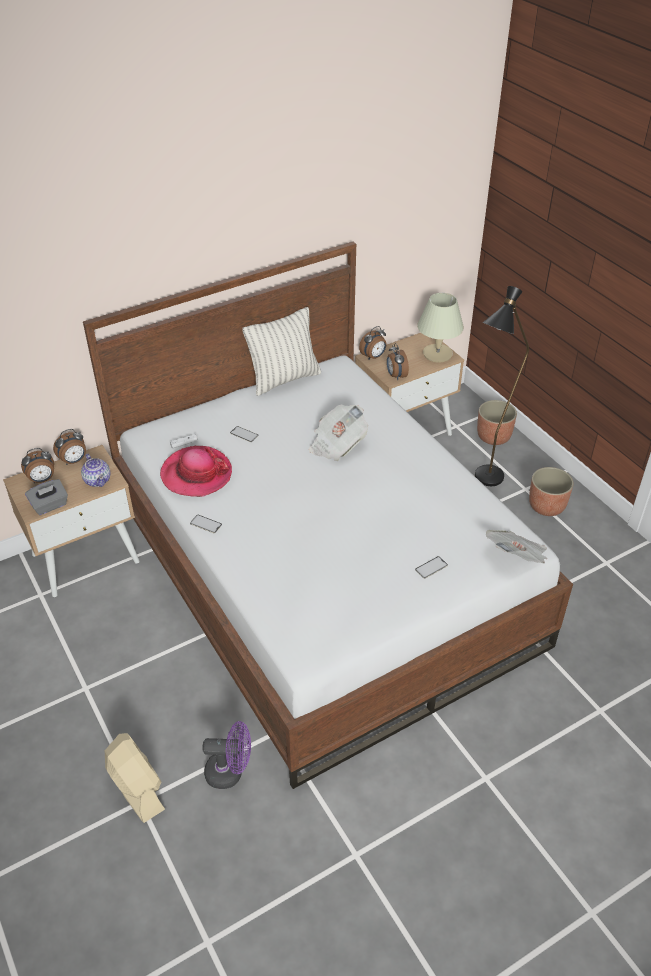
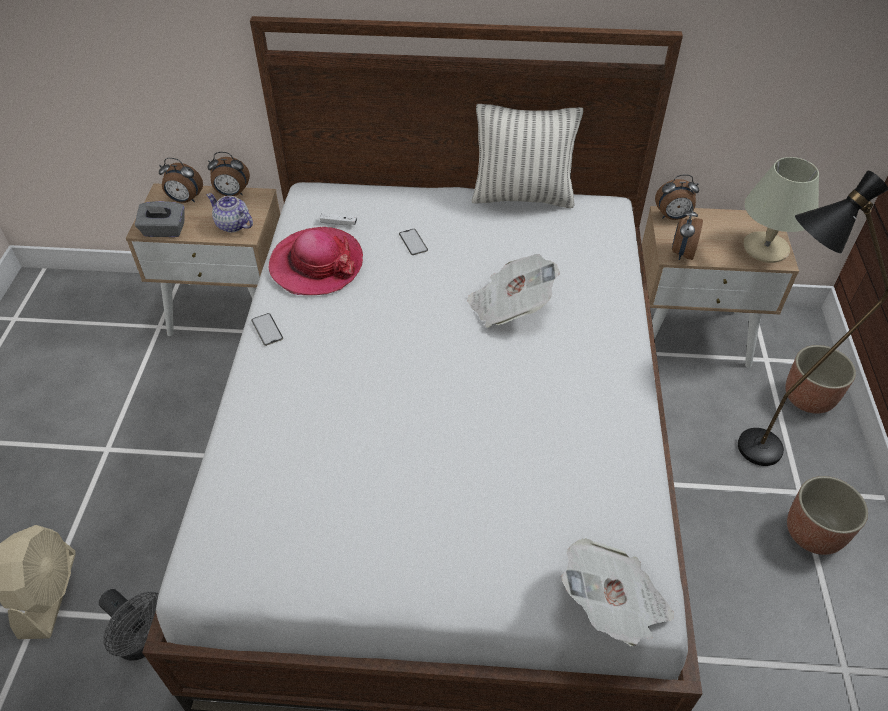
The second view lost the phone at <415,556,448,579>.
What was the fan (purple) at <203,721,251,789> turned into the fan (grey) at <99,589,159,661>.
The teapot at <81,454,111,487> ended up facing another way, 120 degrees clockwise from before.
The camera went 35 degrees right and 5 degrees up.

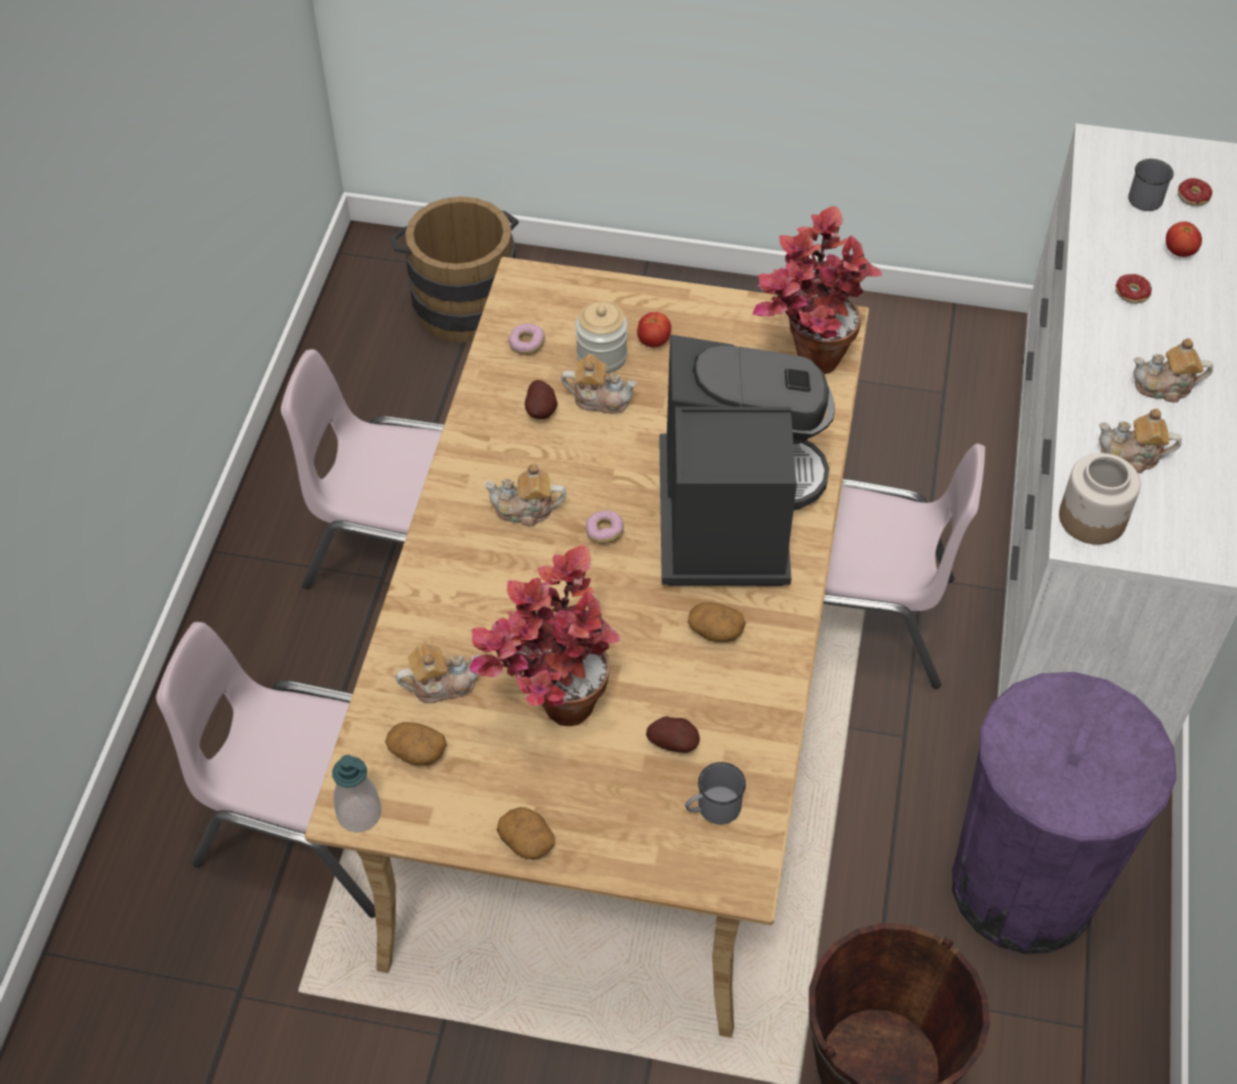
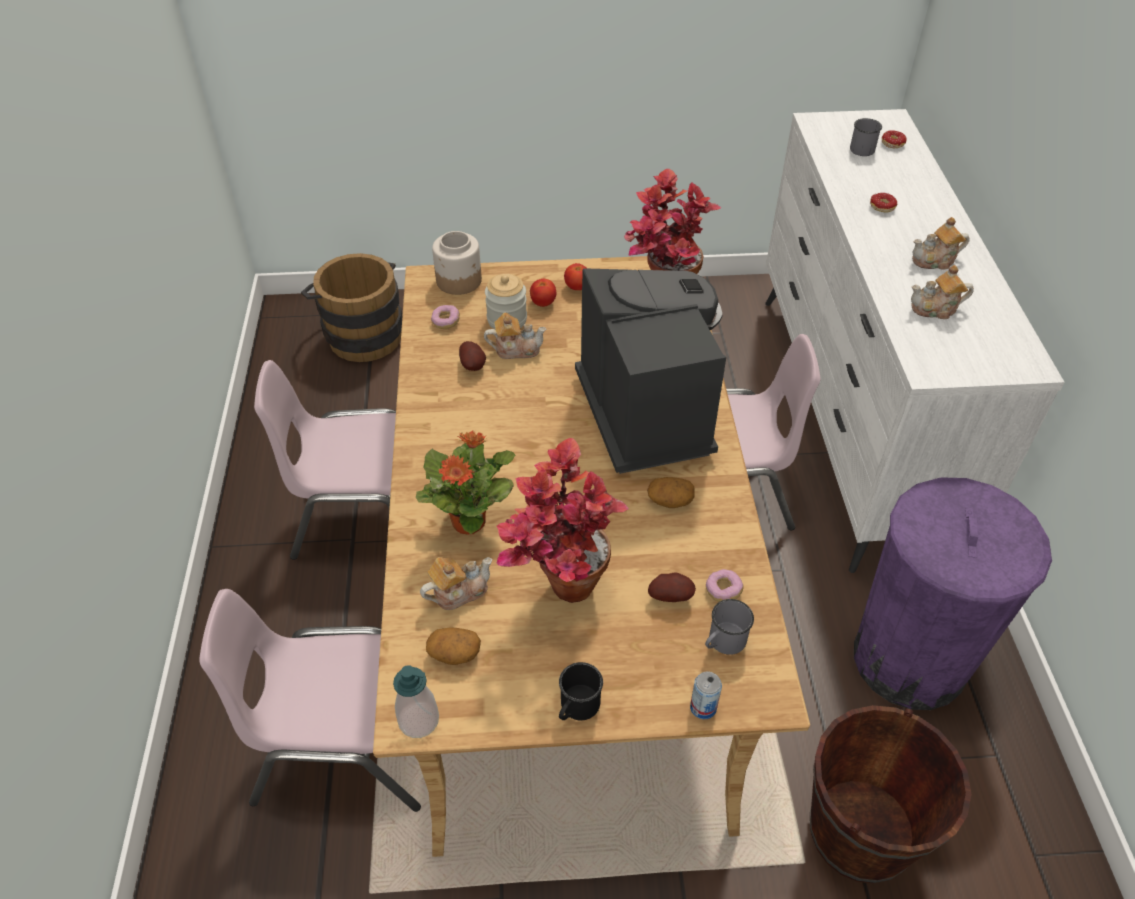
The second view lost the teapot at <484,464,566,526>.
The second view gained the potted plant at <416,431,515,534>.
The second view gained the can at <690,671,722,719>.
The donut ended up elsewhere, having gone from <586,510,624,544> to <706,569,744,602>.
The jar ended up elsewhere, having gone from <1059,453,1141,545> to <432,231,482,295>.
The tomato ended up elsewhere, having gone from <1166,221,1202,257> to <564,263,587,290>.
Where the potato stood at <497,807,555,859>, the mug (black) came to stand at <559,662,603,720>.
The camera went 15 degrees left and 5 degrees down.

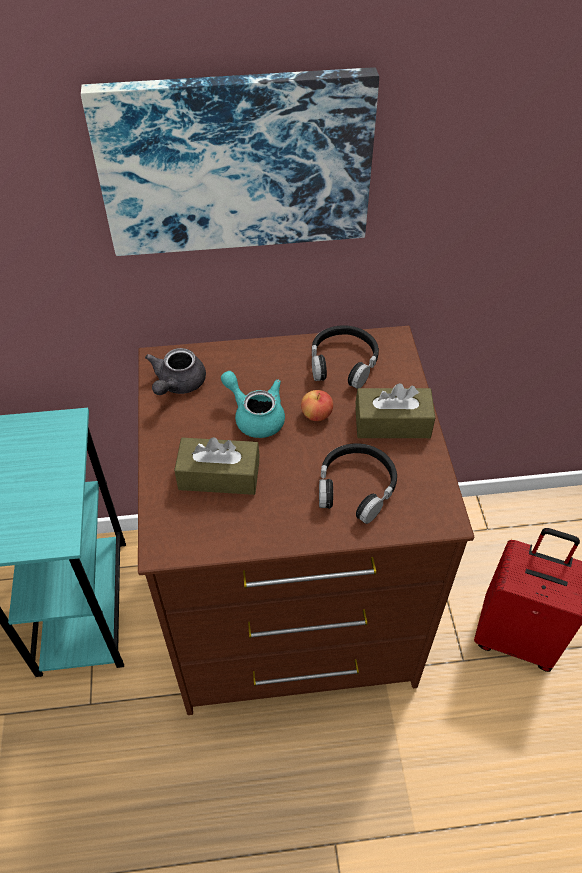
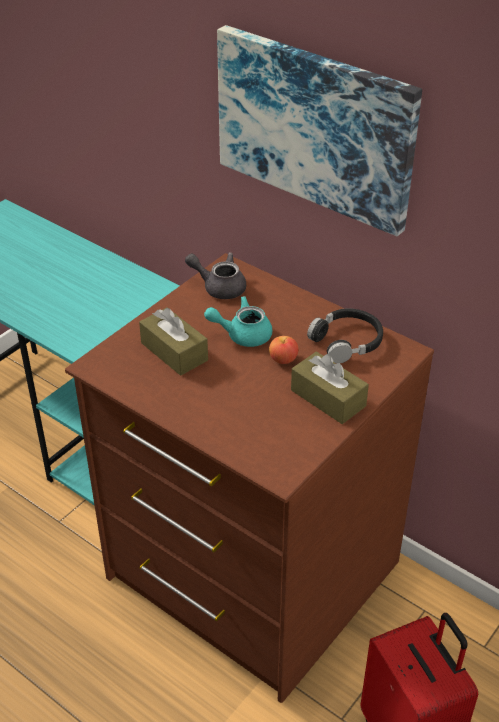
The second view lost the headphones (black) at <319,443,397,524>.
The teapot (grey) at <145,348,206,395> ended up facing another way, 45 degrees clockwise from before.
The teapot (turquoise) at <221,371,285,438> ended up facing another way, 90 degrees counterclockwise from before.
The camera went 45 degrees right and 10 degrees down.

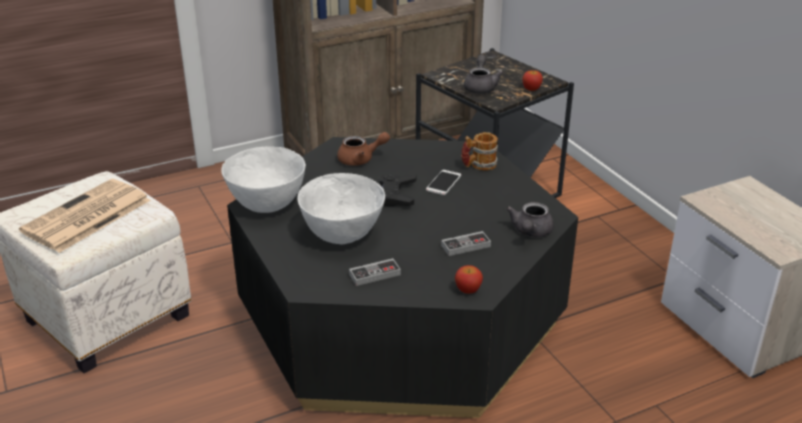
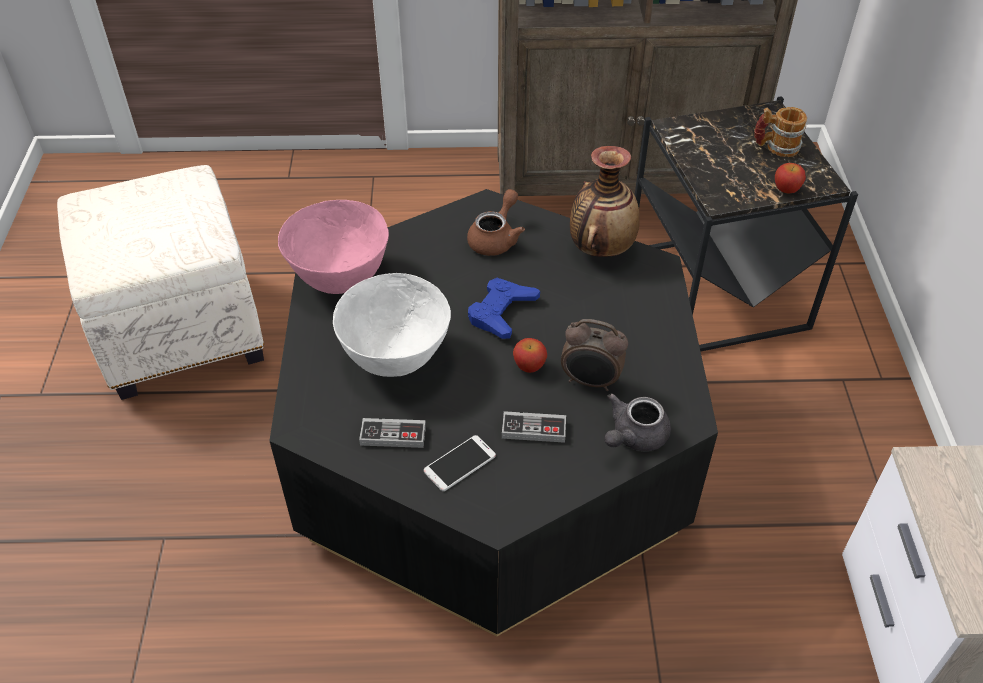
The second view lost the newspaper at <19,179,151,253>.
The second view lost the teapot (grey) at <464,55,504,94>.
The second view gained the alarm clock at <561,319,628,391>.
The second view gained the vase at <570,146,640,257>.
The phone ended up elsewhere, having gone from <426,170,461,195> to <424,435,496,491>.
The apple ended up elsewhere, having gone from <455,265,483,294> to <513,338,547,373>.
The mug ended up elsewhere, having gone from <461,132,498,171> to <754,107,807,157>.
What was the bowl (white) at <221,146,306,213> turned into the bowl (pink) at <278,200,389,294>.
What was the game controller (black) at <378,174,417,206> turned into the game controller (blue) at <468,278,540,339>.
The teapot (brown) at <337,132,390,166> ended up facing another way, 75 degrees counterclockwise from before.
The camera went 25 degrees right and 15 degrees up.

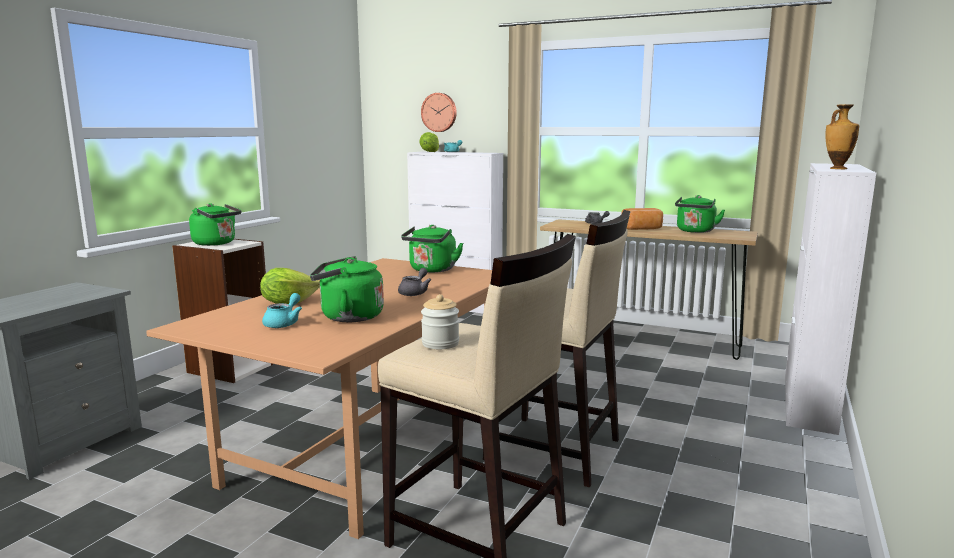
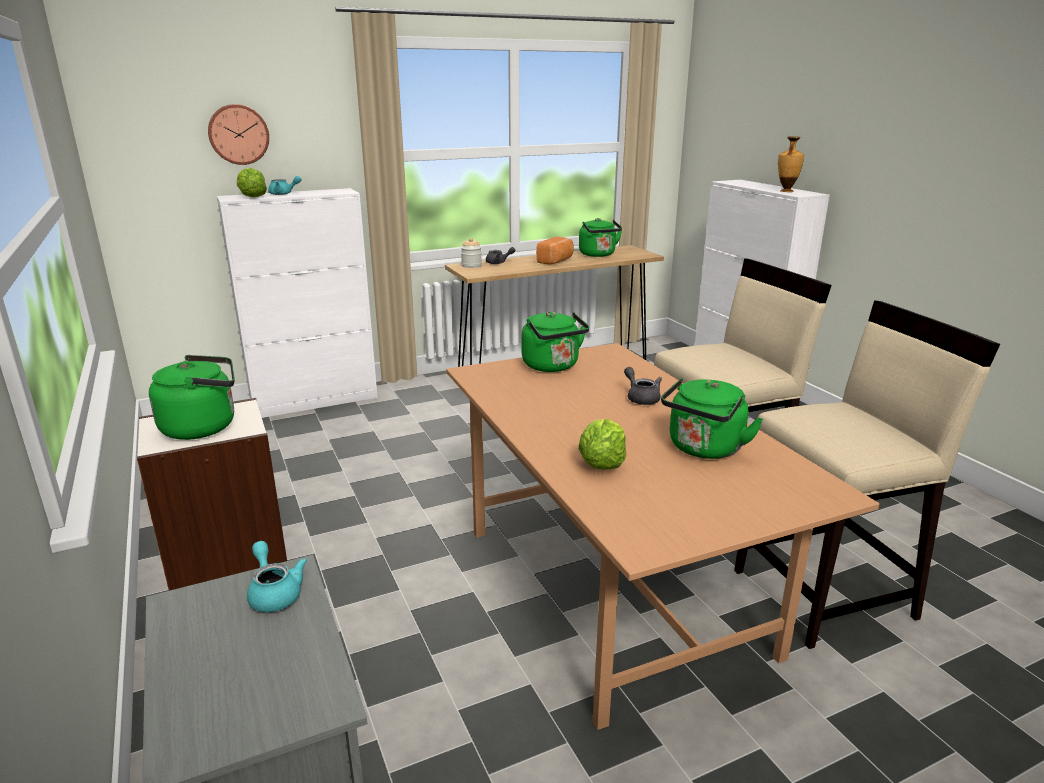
The teapot (turquoise) ended up elsewhere, having gone from <262,293,302,328> to <247,541,307,612>.
The jar ended up elsewhere, having gone from <421,294,459,349> to <461,238,482,268>.
The camera went 50 degrees left and 10 degrees up.

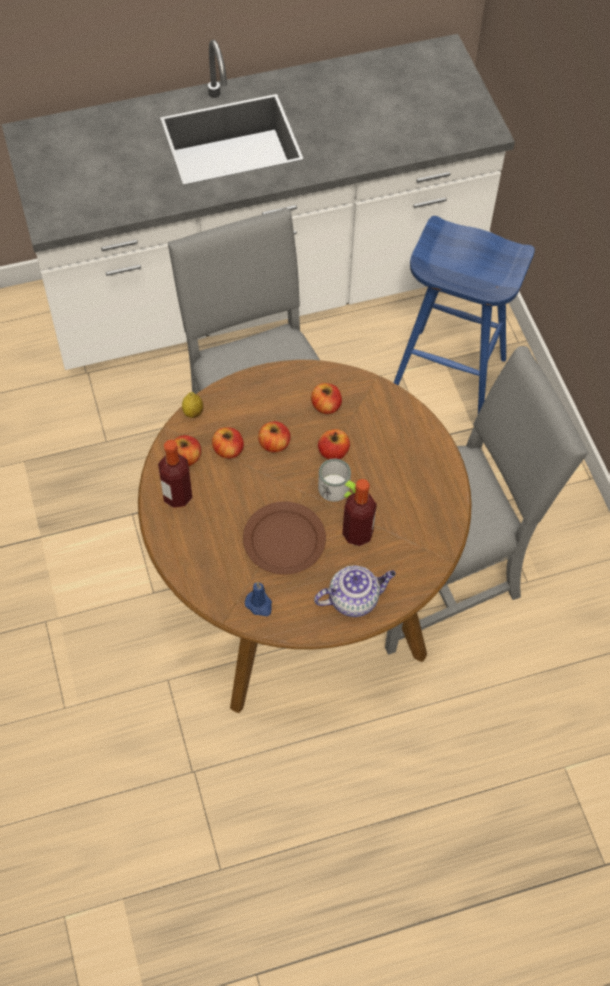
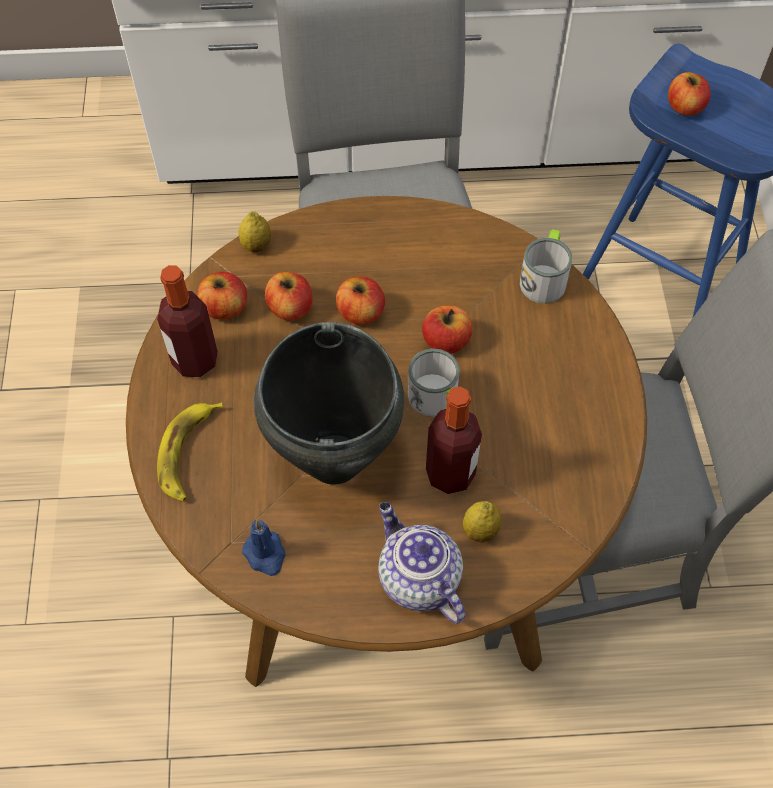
The second view gained the banana at <157,402,223,502>.
The second view gained the lemon at <463,501,502,543>.
The second view gained the mug at <520,229,572,304>.
The apple ended up elsewhere, having gone from <311,383,342,414> to <668,72,711,116>.
Where the plate (brown) stood at <243,501,326,575>, the cooking pot (black) came to stand at <254,322,405,485>.
The teapot at <314,566,396,617> ended up facing another way, 120 degrees counterclockwise from before.
The camera went 15 degrees right and 0 degrees up.

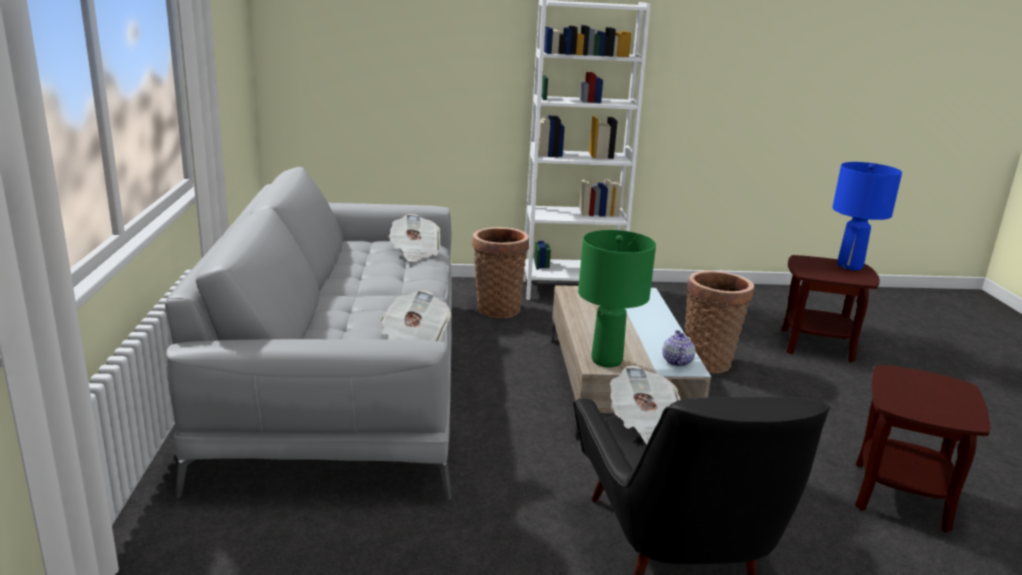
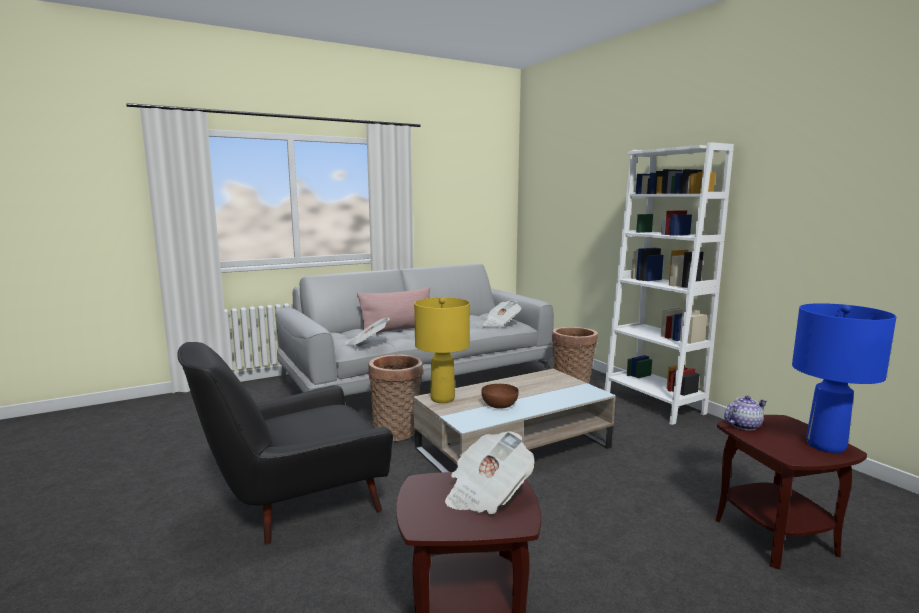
The second view gained the pillow (pink) at <357,287,430,333>.
The second view gained the bowl (brown) at <481,384,519,409>.
The newspaper ended up elsewhere, having gone from <610,366,681,444> to <445,431,534,514>.
The teapot ended up elsewhere, having gone from <662,330,696,367> to <724,396,767,430>.
The basket ended up elsewhere, having gone from <685,271,754,374> to <368,354,423,441>.
What was the table lamp (green) at <578,230,656,367> turned into the table lamp (yellow) at <414,297,470,403>.
The camera went 65 degrees right and 10 degrees down.

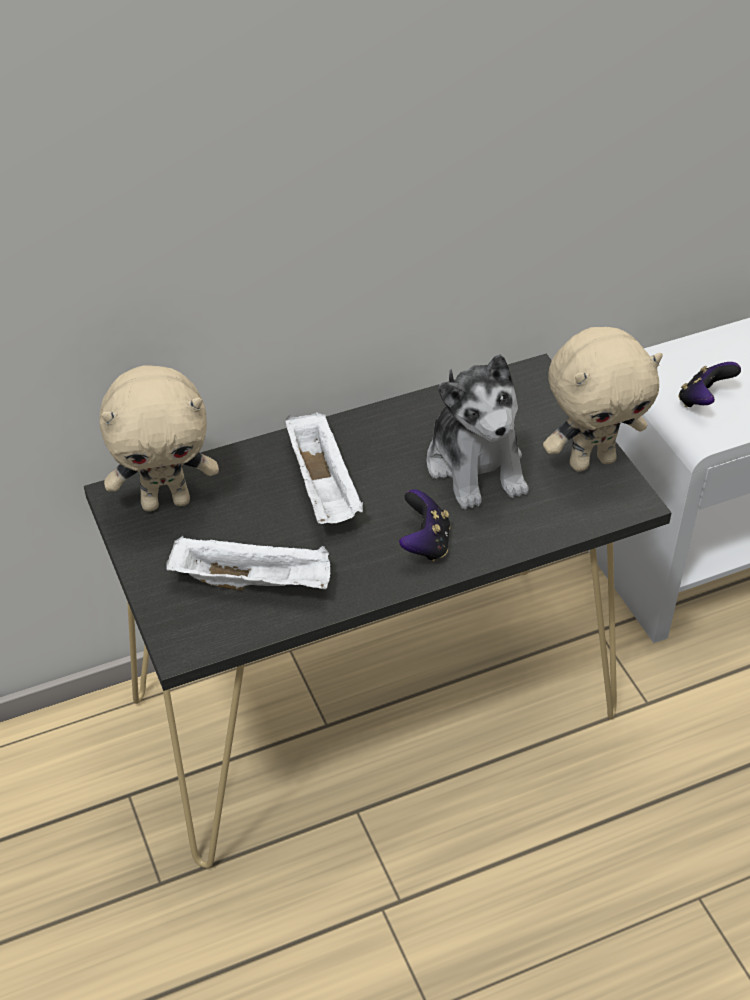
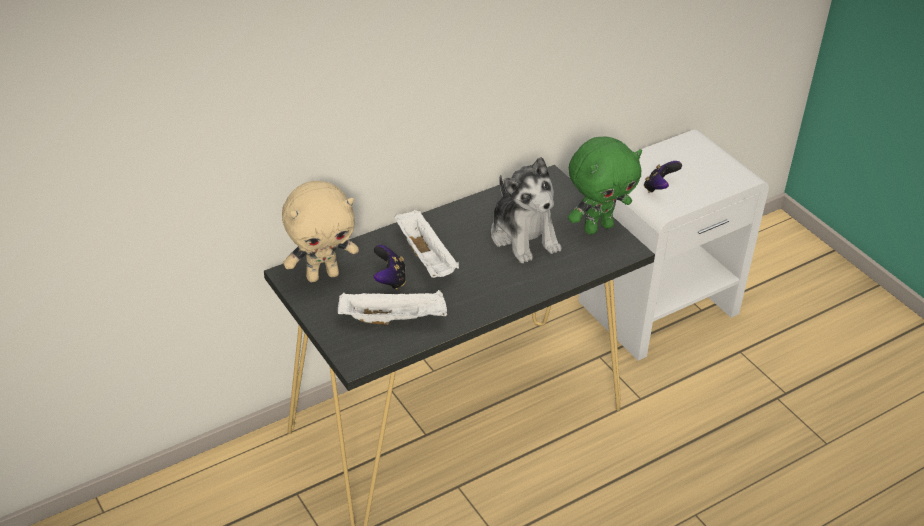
The game controller ended up elsewhere, having gone from <399,489,450,561> to <374,245,406,290>.
What was the plush toy (beige) at <543,327,663,472> turned into the plush toy (green) at <568,137,642,235>.
The camera went 10 degrees left and 5 degrees down.

